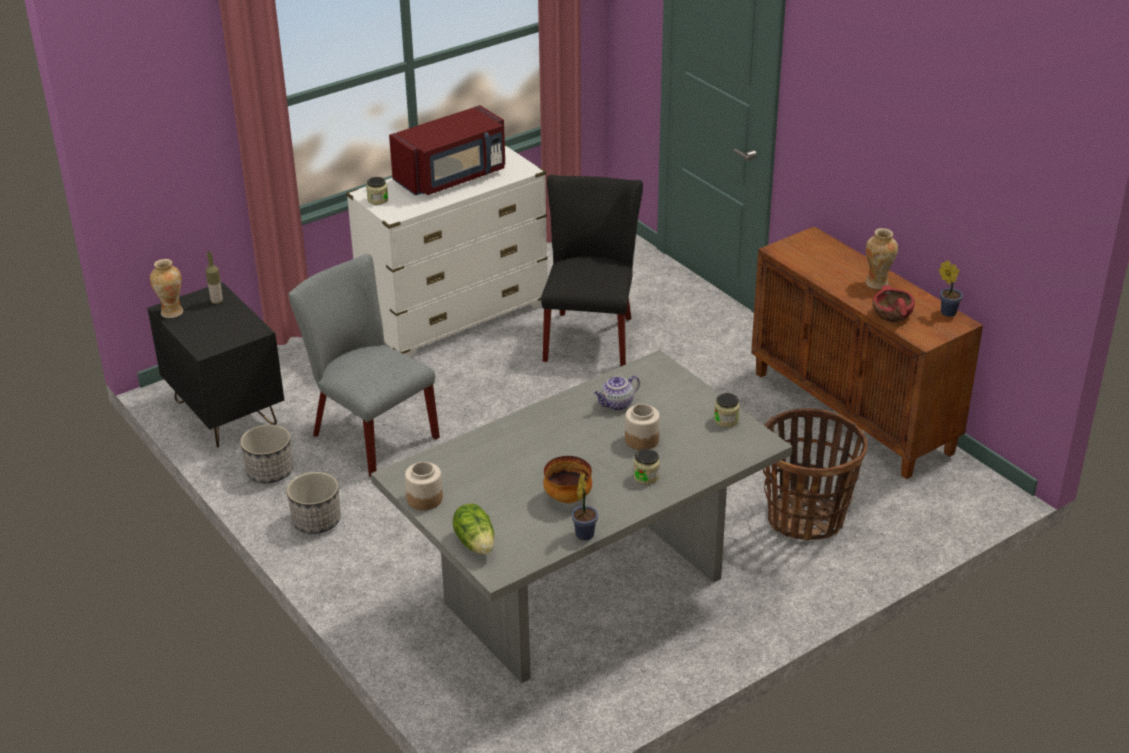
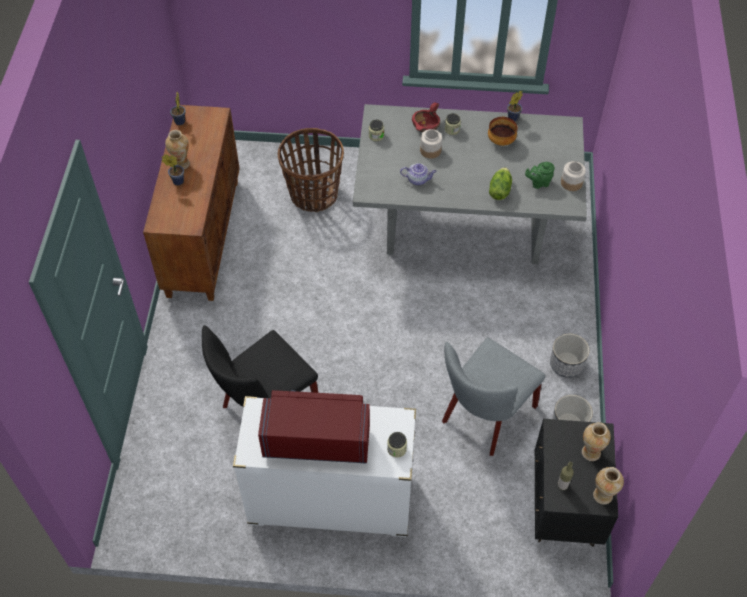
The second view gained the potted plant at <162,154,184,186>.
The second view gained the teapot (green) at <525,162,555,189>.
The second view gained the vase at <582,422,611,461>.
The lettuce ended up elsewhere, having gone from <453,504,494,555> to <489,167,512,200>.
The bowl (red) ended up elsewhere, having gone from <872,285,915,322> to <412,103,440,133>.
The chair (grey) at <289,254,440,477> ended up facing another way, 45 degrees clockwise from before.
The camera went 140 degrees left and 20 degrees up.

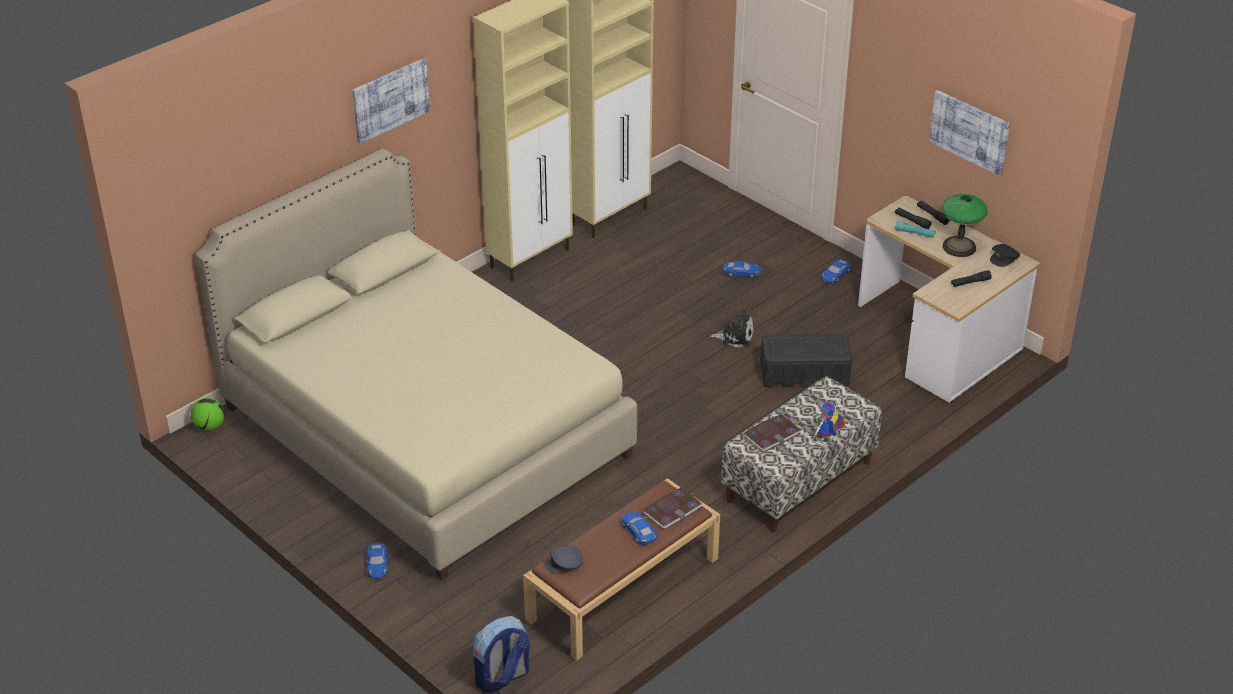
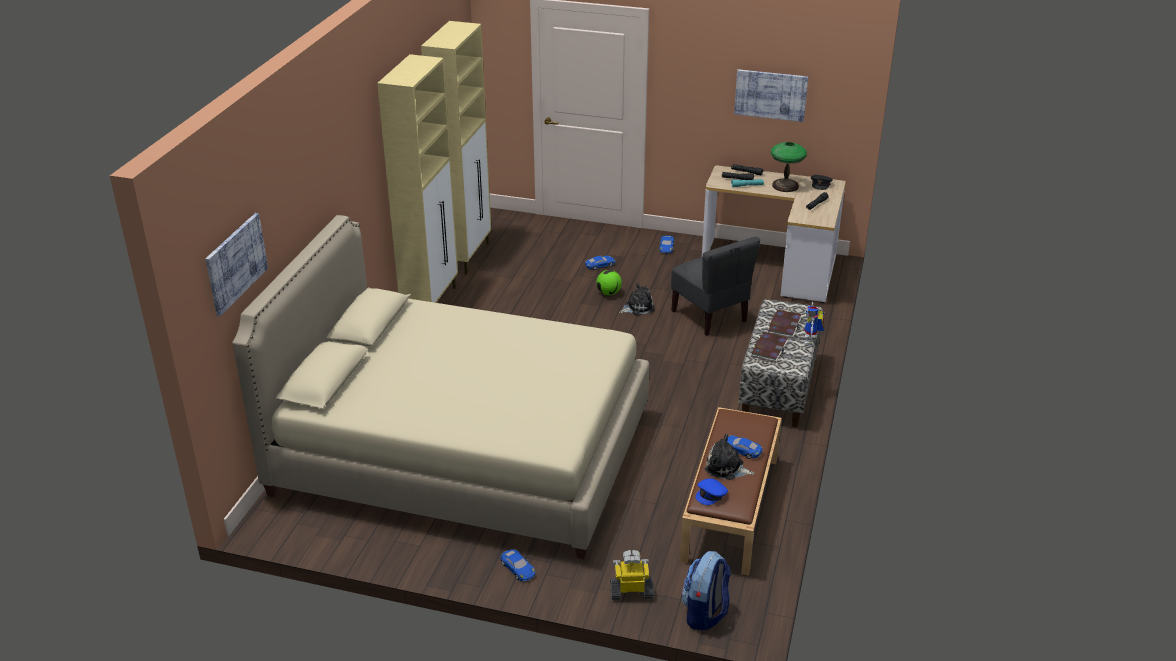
The second view gained the toy robot at <610,550,654,600>.
The second view gained the plush toy at <705,434,755,480>.
The football ended up elsewhere, having gone from <191,398,225,431> to <596,270,622,295>.
The picture ended up elsewhere, having gone from <352,58,430,144> to <205,213,268,316>.
The book ended up elsewhere, having gone from <643,487,702,530> to <768,310,802,339>.
Where the storage box (black) stood at <760,334,852,388>, the chair (grey) came to stand at <671,237,760,336>.
What was the cap (grey) at <546,546,583,573> turned into the cap (blue) at <696,478,728,505>.
The camera went 30 degrees left and 5 degrees down.

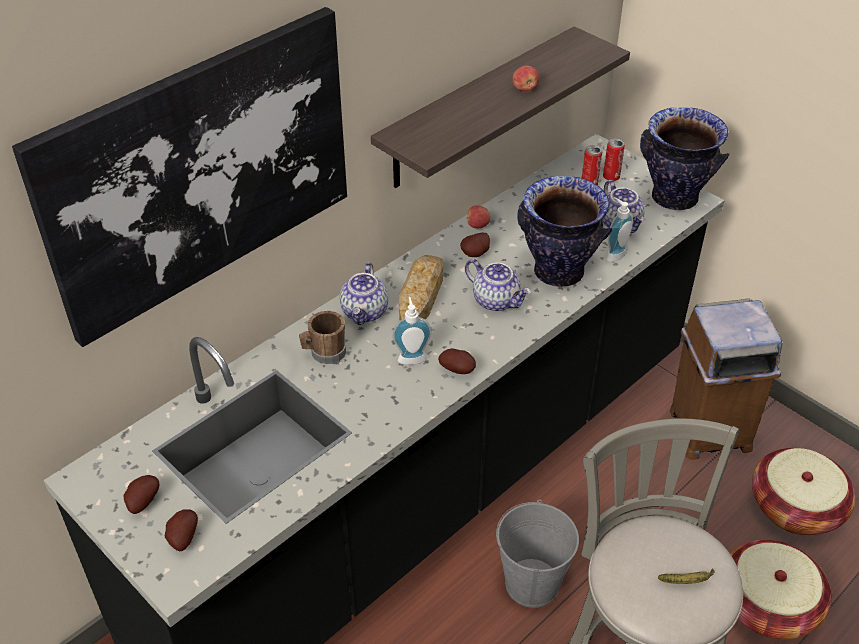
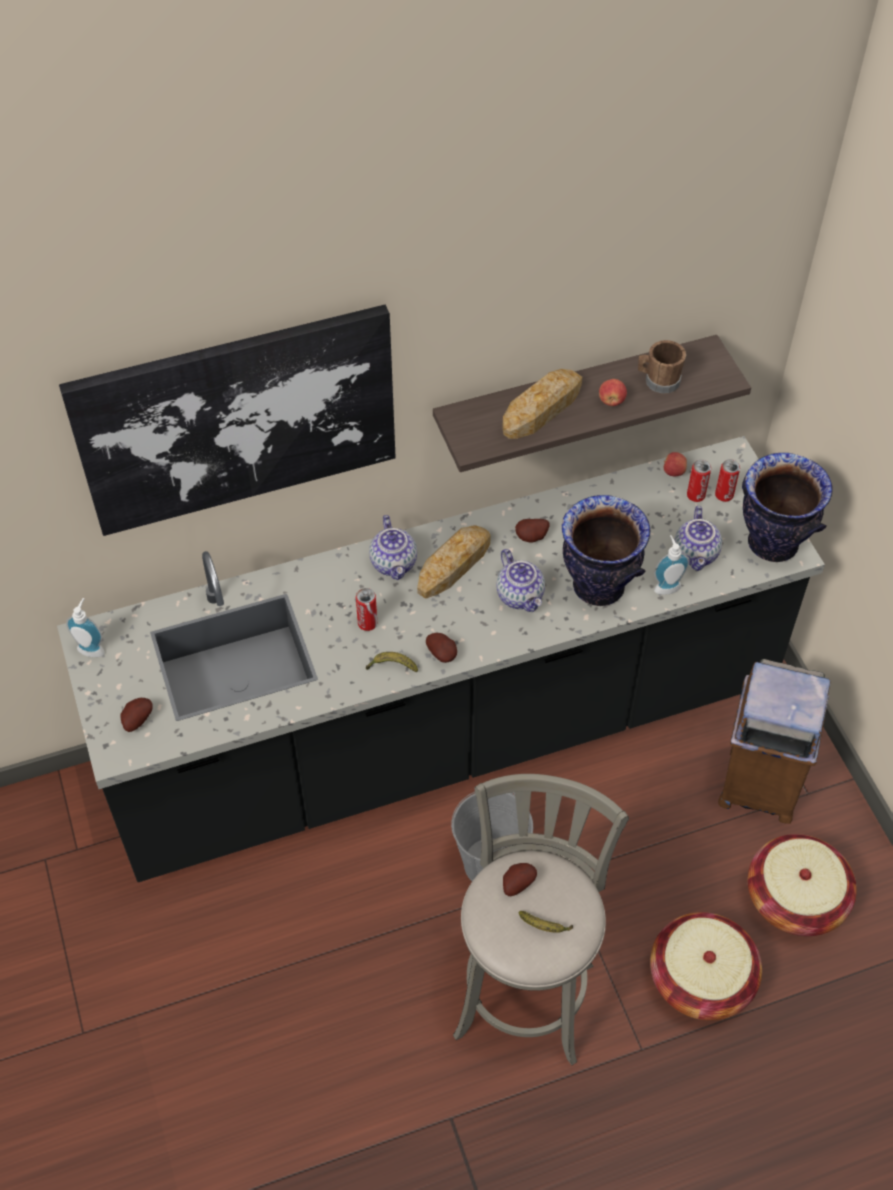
The second view gained the can at <356,588,378,631>.
The second view gained the banana at <366,652,418,672>.
The second view gained the bread at <502,369,582,439>.
The potato ended up elsewhere, having gone from <123,475,159,514> to <503,863,537,896>.
The mug (brown) ended up elsewhere, having gone from <299,311,346,364> to <638,340,686,394>.
The soap dispenser ended up elsewhere, having gone from <392,297,432,365> to <66,598,105,657>.
The apple ended up elsewhere, having gone from <466,205,490,229> to <664,452,687,476>.
The teapot at <340,262,388,325> ended up facing another way, 45 degrees counterclockwise from before.
The camera went 25 degrees right and 10 degrees up.

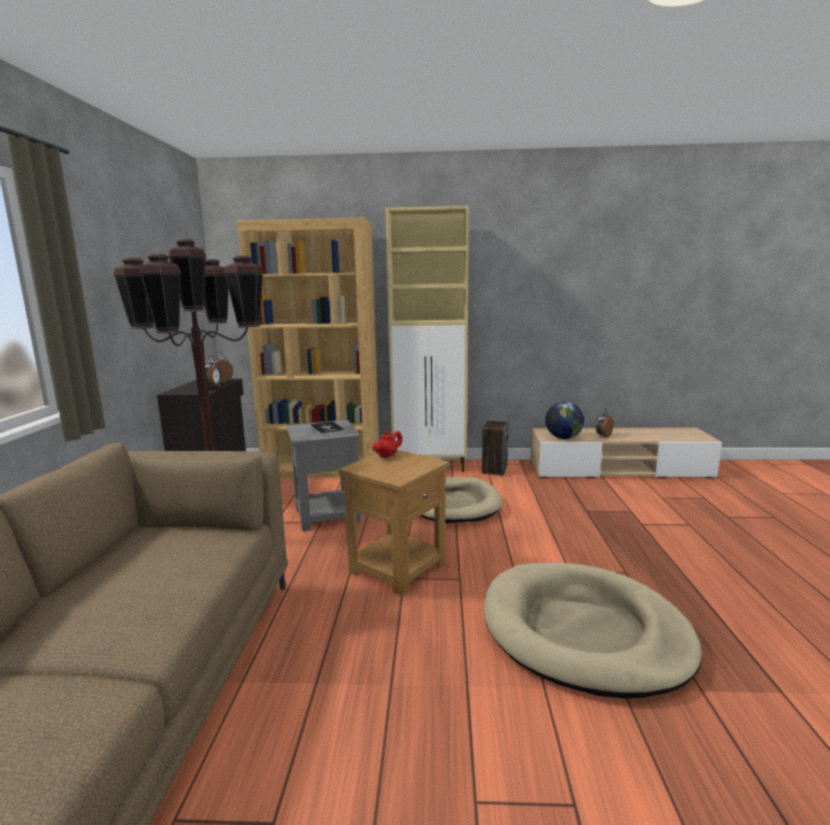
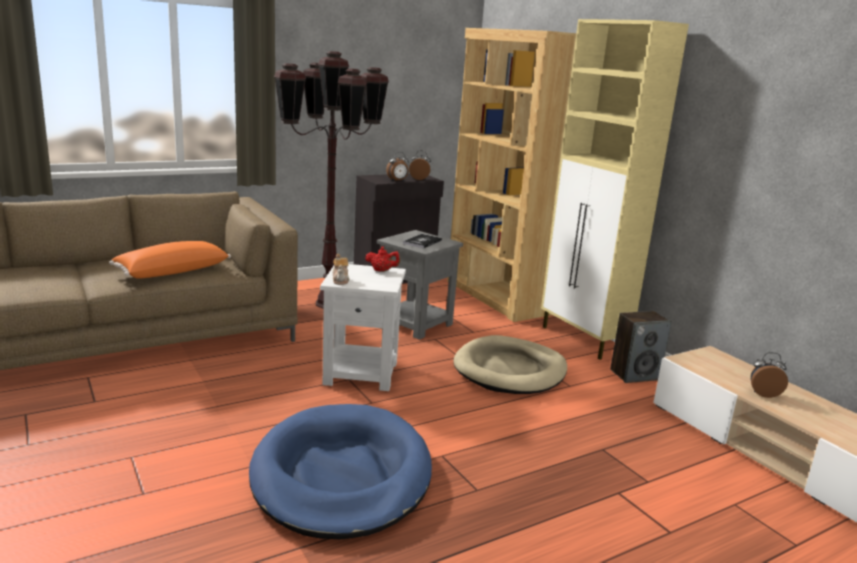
The second view lost the globe at <545,402,584,439>.
The second view gained the pillow (orange) at <109,241,231,279>.
The second view gained the teapot at <333,254,350,285>.
What was the side table (brown) at <338,450,450,596> turned into the side table (white) at <320,264,406,391>.
What was the dog bed (beige) at <484,563,702,699> turned into the dog bed (blue) at <249,404,432,539>.
The camera went 55 degrees right and 5 degrees up.

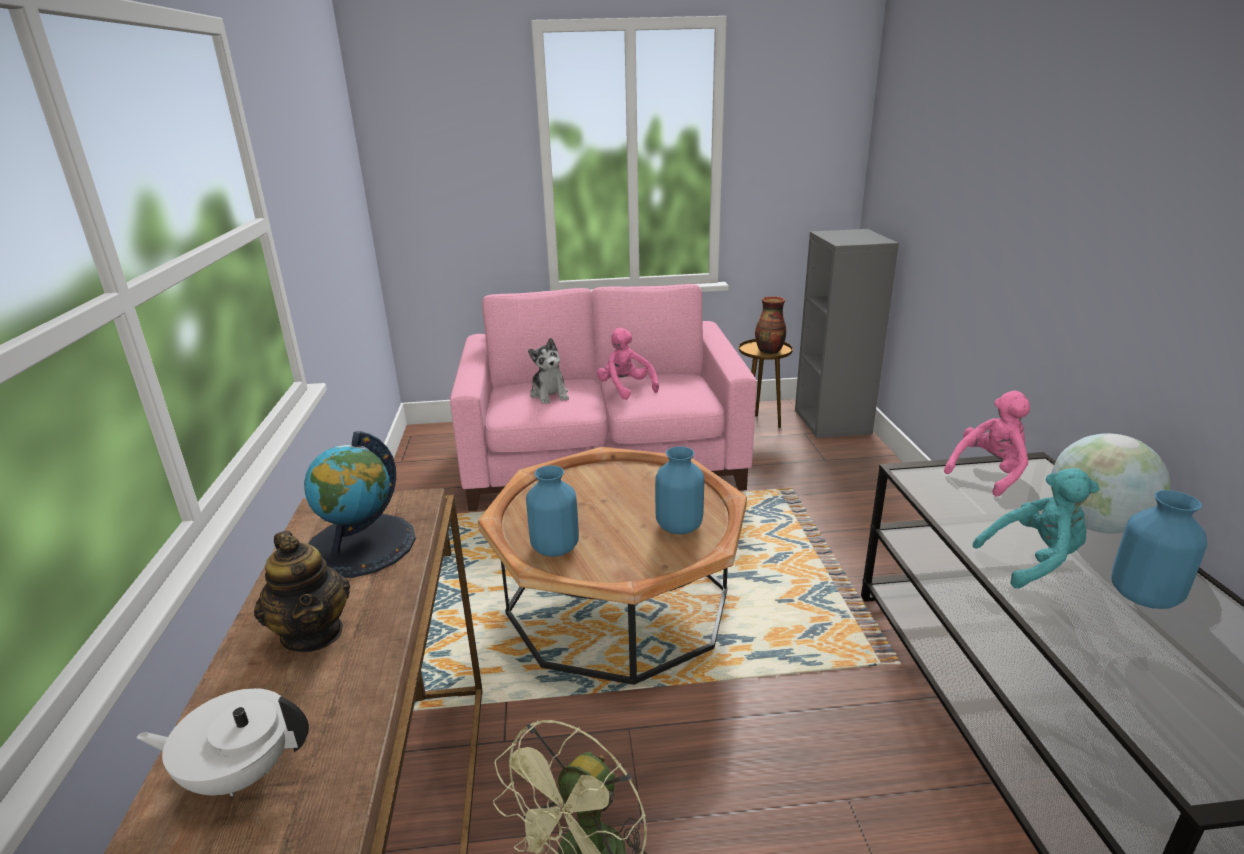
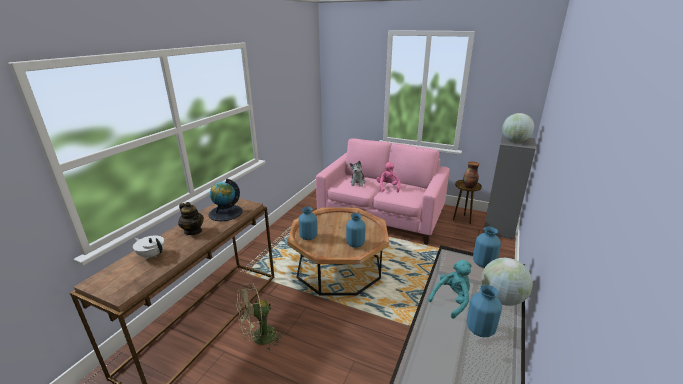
The second view gained the globe at <502,113,534,142>.
Where the plush toy (pink) stood at <944,391,1030,497>, the vase (blue) came to stand at <473,227,501,268>.
The teapot at <254,531,350,652> ended up facing another way, 45 degrees counterclockwise from before.
The plush toy (turquoise) at <973,468,1099,589> ended up facing another way, 60 degrees counterclockwise from before.
The camera went 30 degrees right and 0 degrees up.

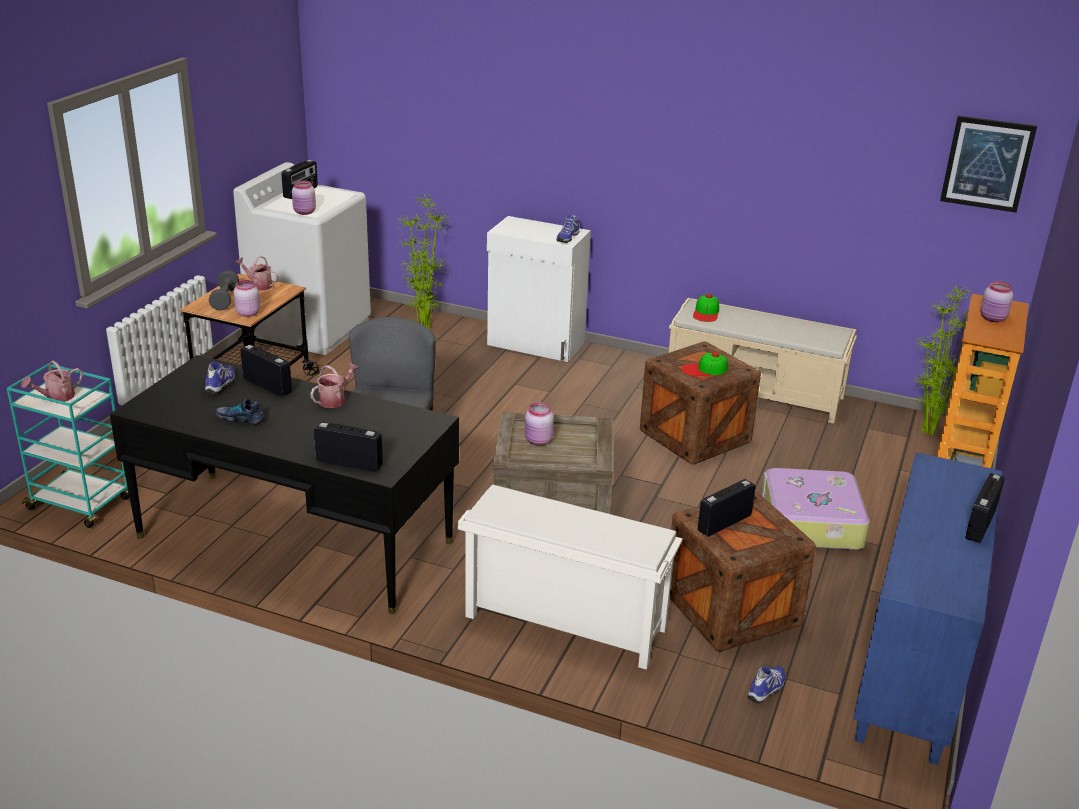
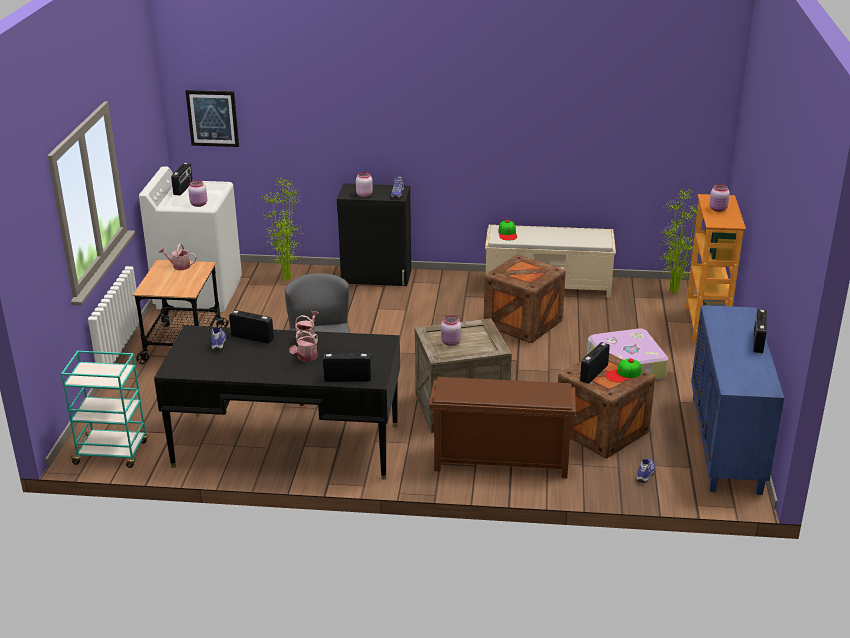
The second view lost the dumbbell (grey) at <209,270,239,311>.
The second view lost the shoe at <215,399,264,425>.
The watering can ended up elsewhere, having gone from <21,361,83,402> to <289,331,318,362>.
The jar (pink) ended up elsewhere, having gone from <234,280,260,317> to <356,172,373,197>.
The cap ended up elsewhere, having gone from <681,352,728,376> to <605,358,641,382>.
The picture ended up elsewhere, having gone from <940,116,1037,213> to <185,90,239,147>.
What was the shoe rack (white) at <458,485,683,670> turned into the shoe rack (brown) at <429,377,576,478>.
What was the cabinet (white) at <487,216,591,362> turned into the cabinet (black) at <337,183,411,286>.
The camera went 15 degrees left and 0 degrees up.

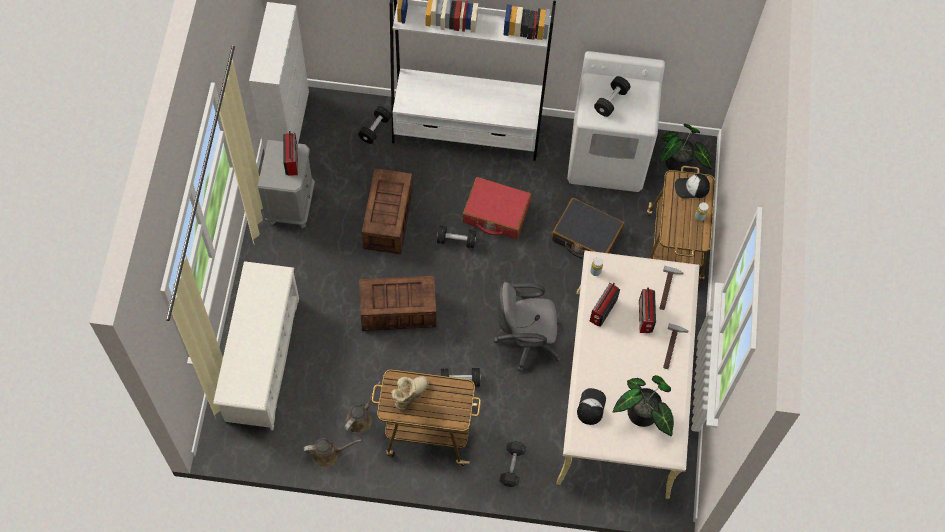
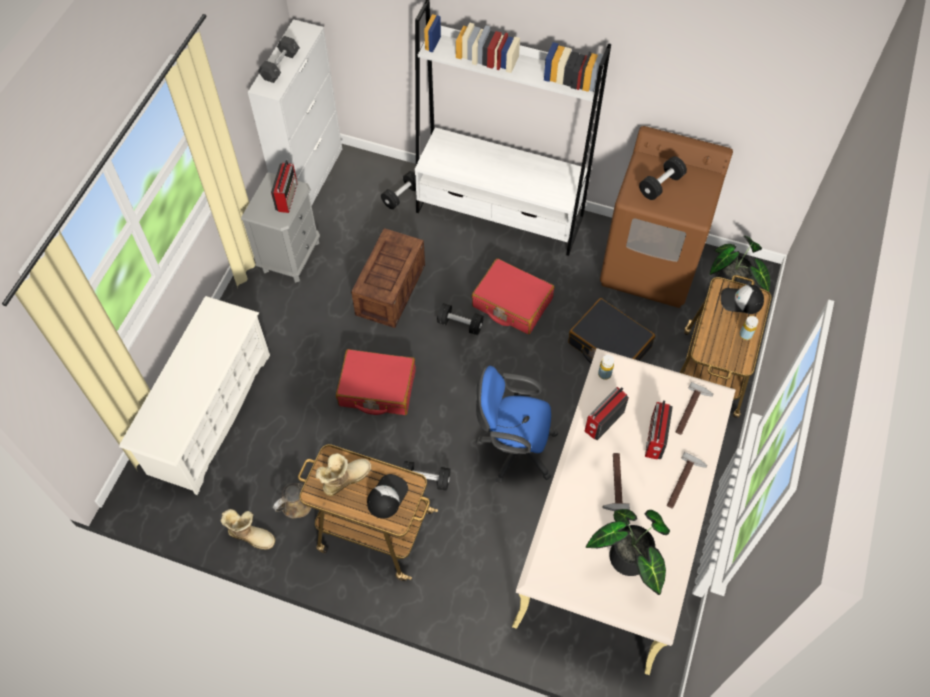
The second view gained the hammer at <602,453,630,511>.
The dumbbell (grey) ended up elsewhere, having gone from <499,441,526,487> to <258,36,300,83>.
The cap ended up elsewhere, having gone from <577,388,606,425> to <367,474,408,519>.
Where the watering can (brown) stood at <303,438,361,467>, the boot came to stand at <220,509,275,550>.
Where the crate stood at <359,276,436,331>, the suitcase (red) came to stand at <336,349,416,415>.
What was the office chair (grey) at <494,282,562,372> turned into the office chair (blue) at <476,366,559,483>.
What was the washing machine (white) at <567,51,665,192> turned into the washing machine (brown) at <600,126,733,308>.
The camera went 15 degrees right and 5 degrees down.

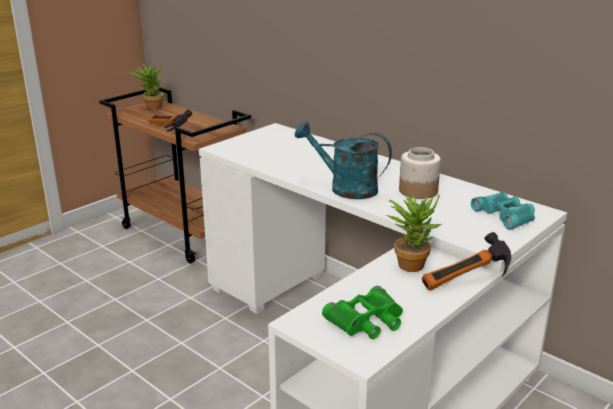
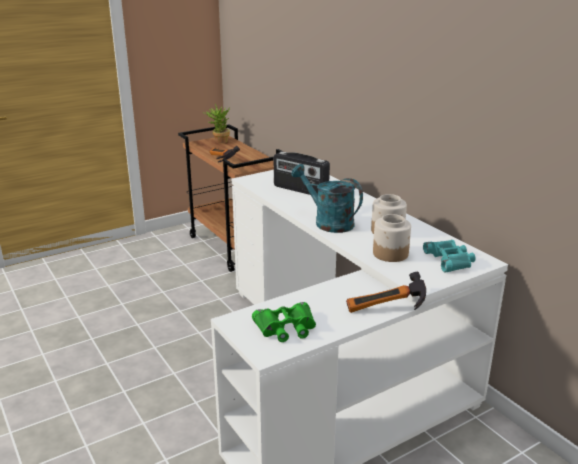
The second view lost the potted plant at <386,194,442,272>.
The second view gained the radio at <274,151,330,195>.
The second view gained the jar at <373,214,411,262>.
The camera went 15 degrees right and 0 degrees up.

